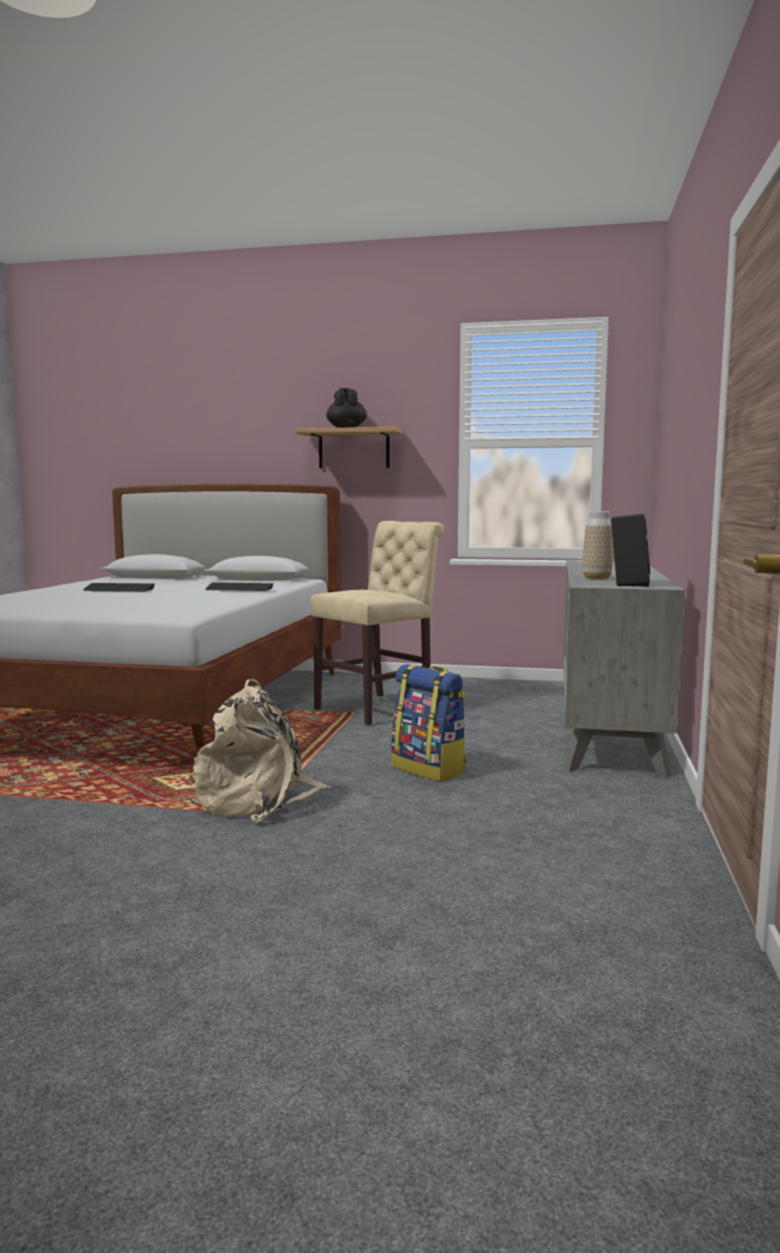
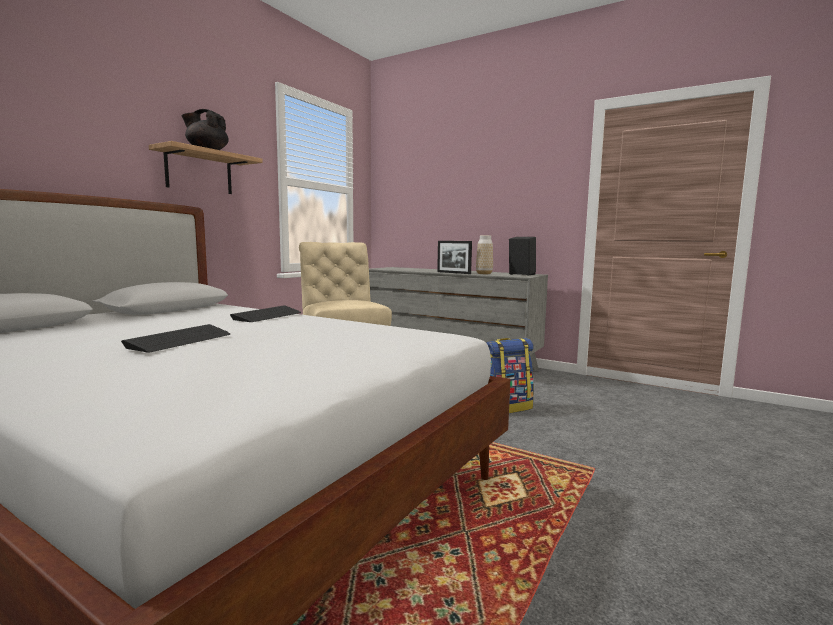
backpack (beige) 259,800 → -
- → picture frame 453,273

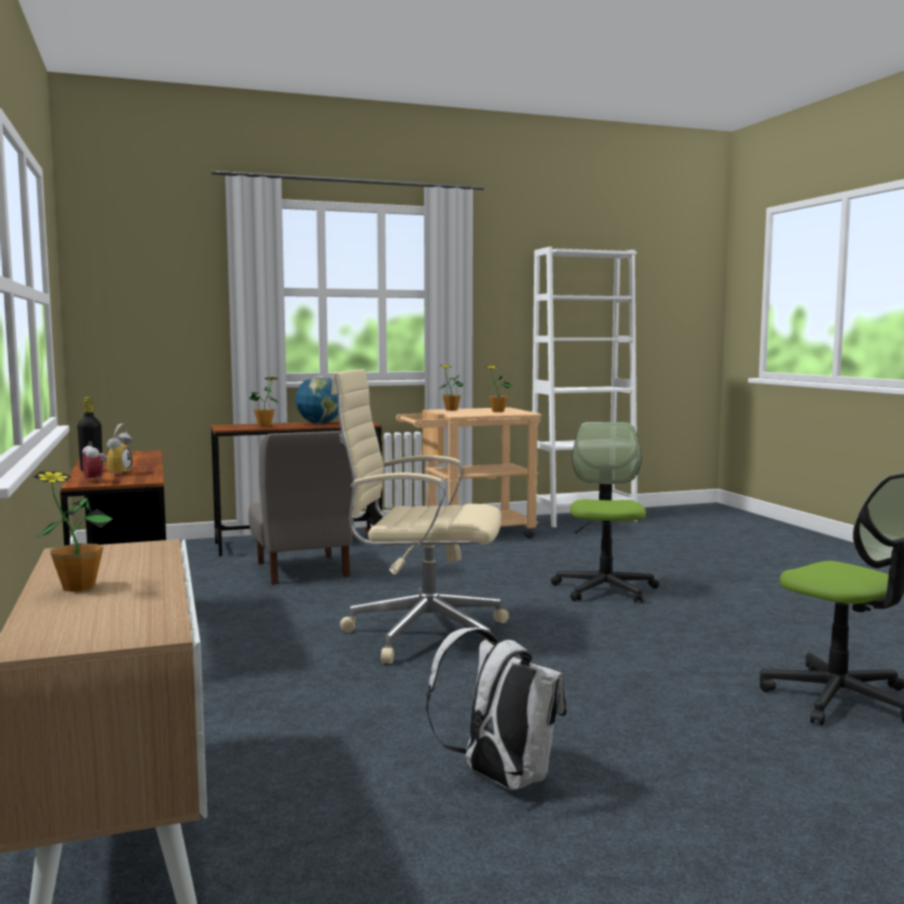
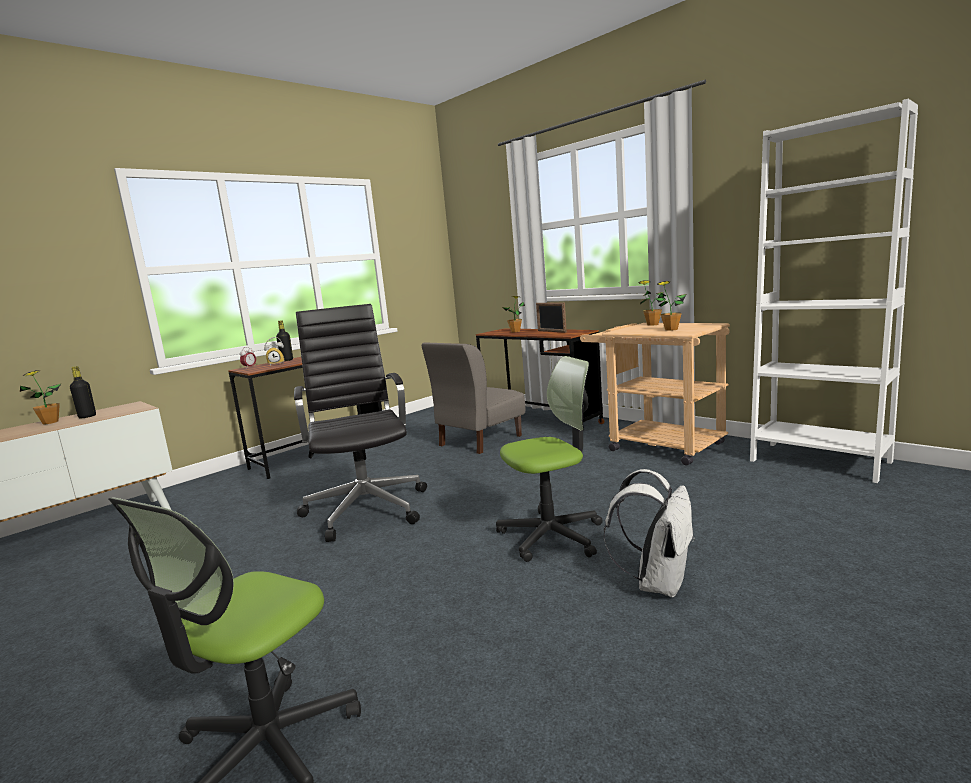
office chair (beige) 422,634 → office chair (black) 366,508
globe 319,423 → picture frame 551,331
backpack (white) 499,778 → backpack (white) 657,583, shifted
- → bottle (black) 87,416

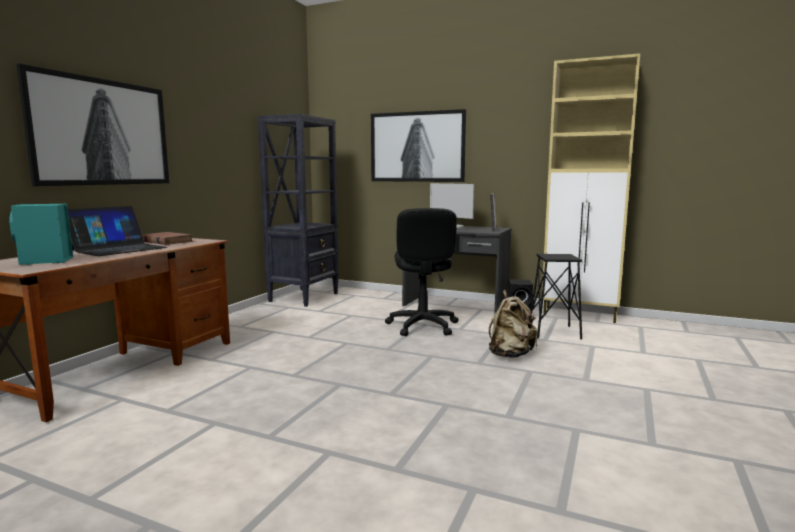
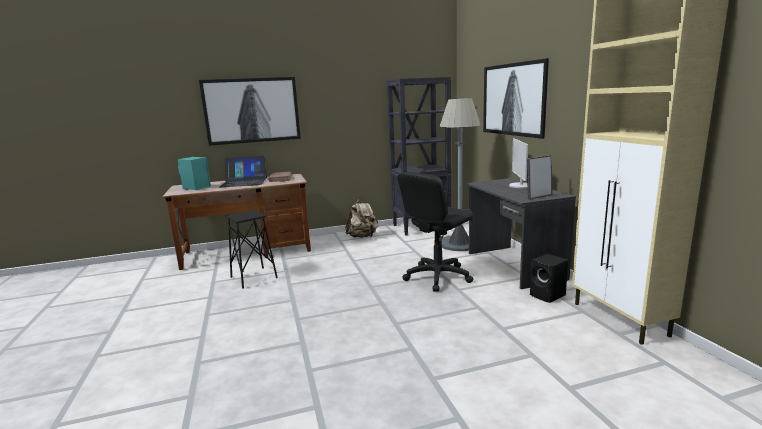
stool (black) 554,332 → stool (black) 253,277, shifted
backpack (beige) 510,355 → backpack (beige) 362,237, shifted
- → floor lamp (grey) 459,243

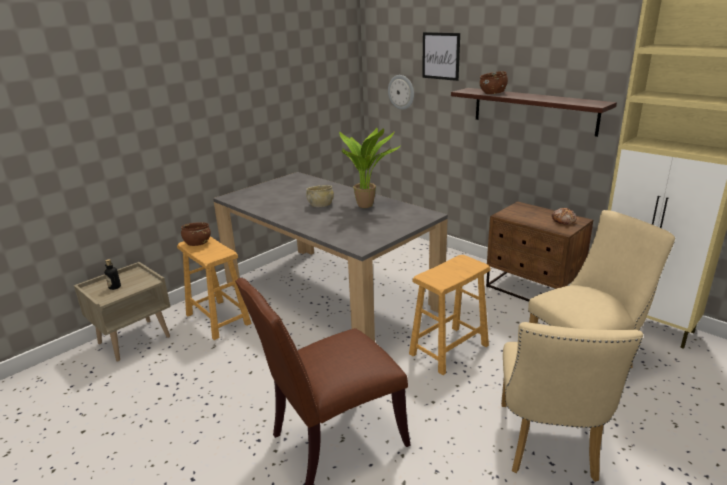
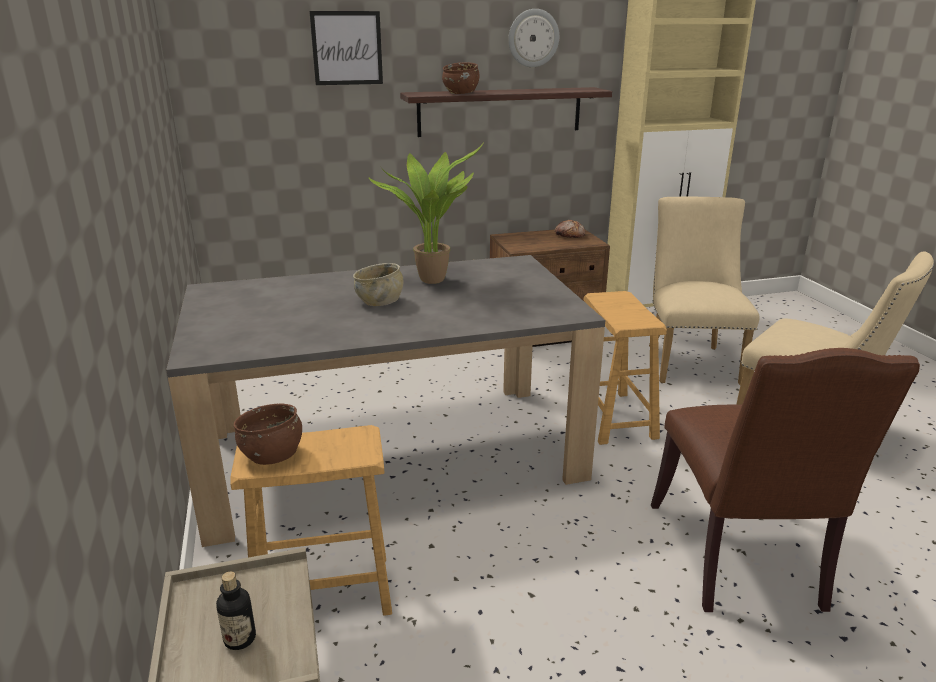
wall clock 401,92 → wall clock 533,38, shifted

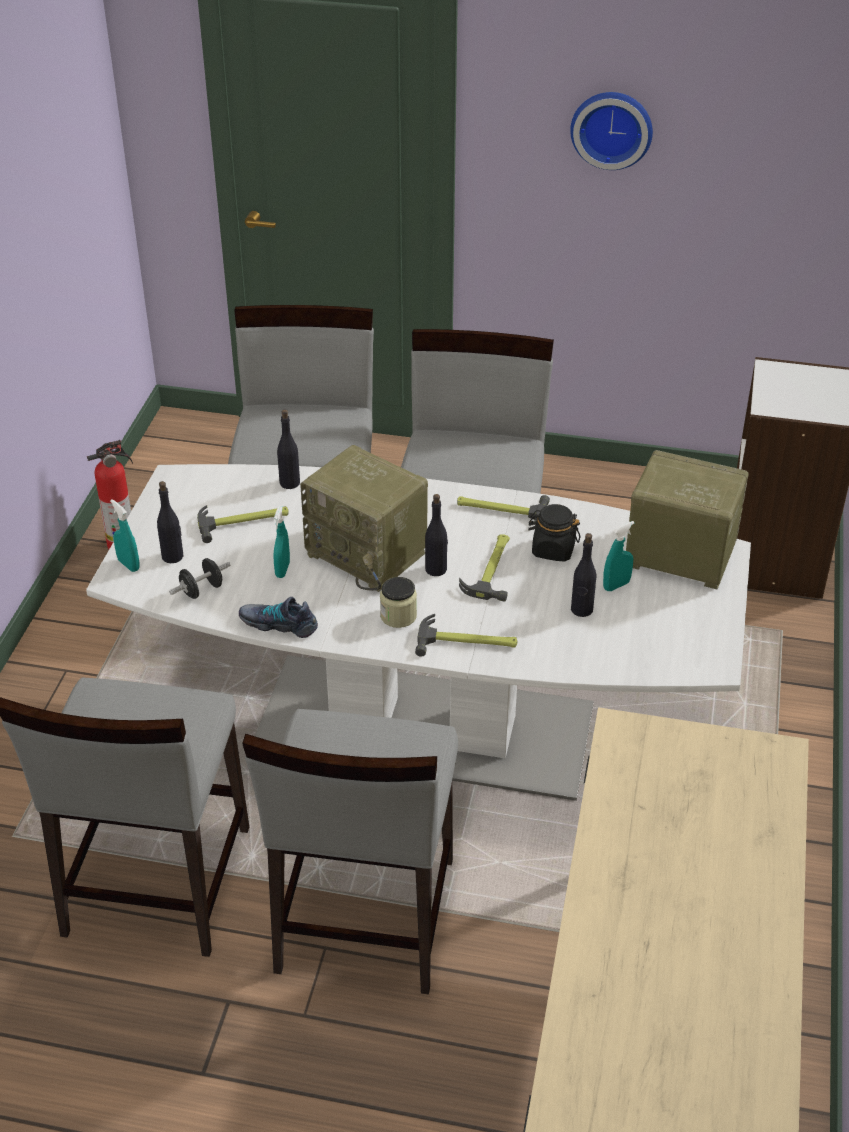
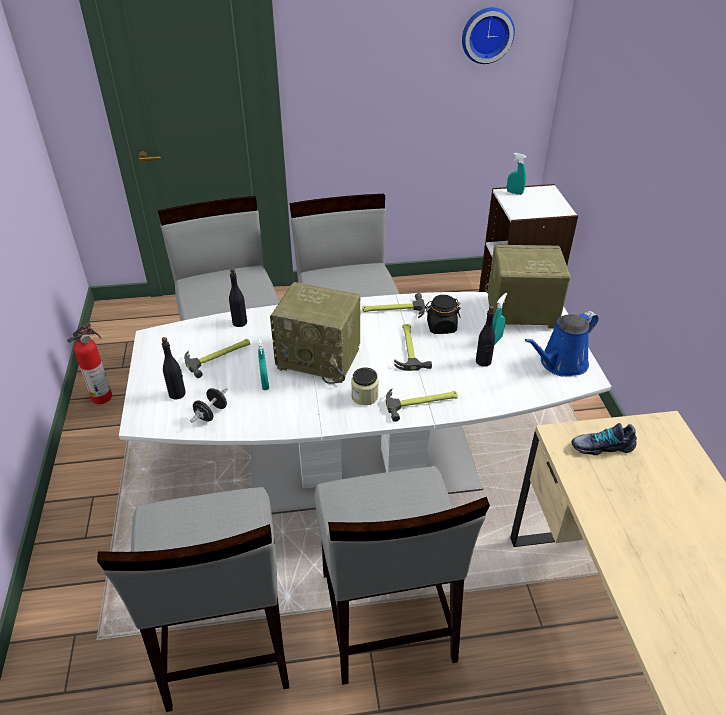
wall clock 612,128 → wall clock 486,34, shifted
bottle (black) 436,569 → -
spray bottle (turquoise) 128,565 → spray bottle (turquoise) 514,193, shifted
shoe 279,624 → shoe 602,446, shifted
- → watering can (blue) 560,364

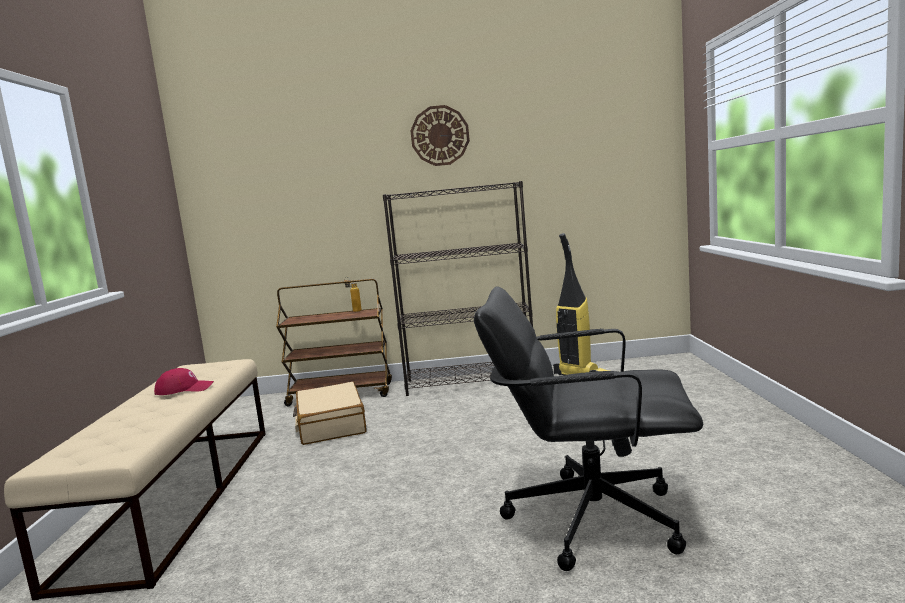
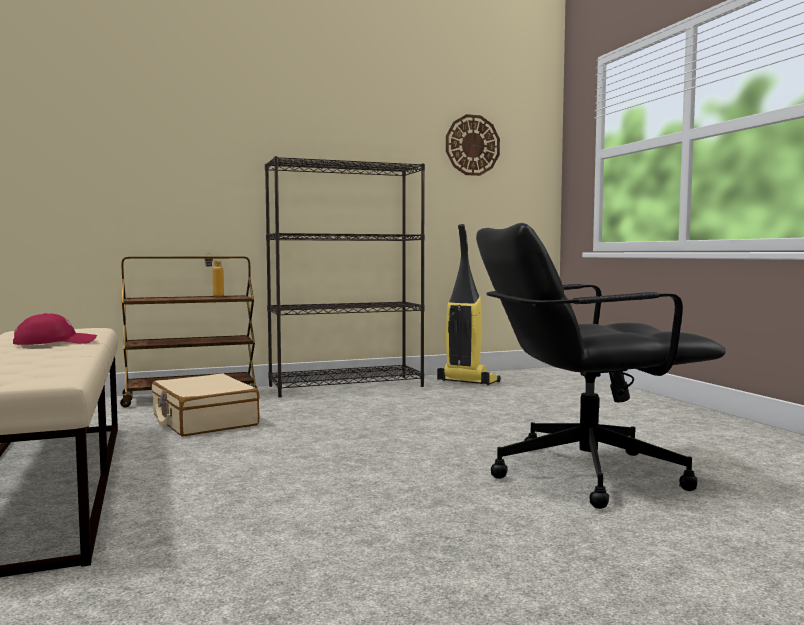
wall clock 440,135 → wall clock 472,145, shifted

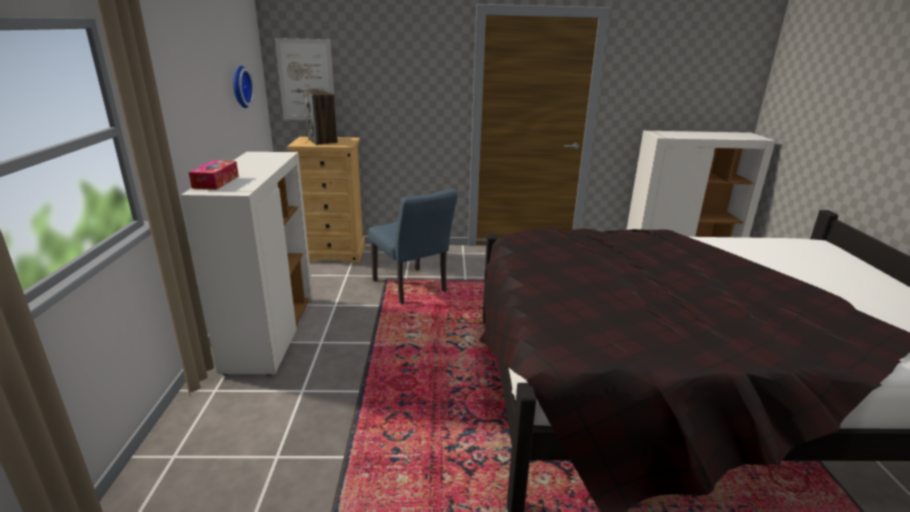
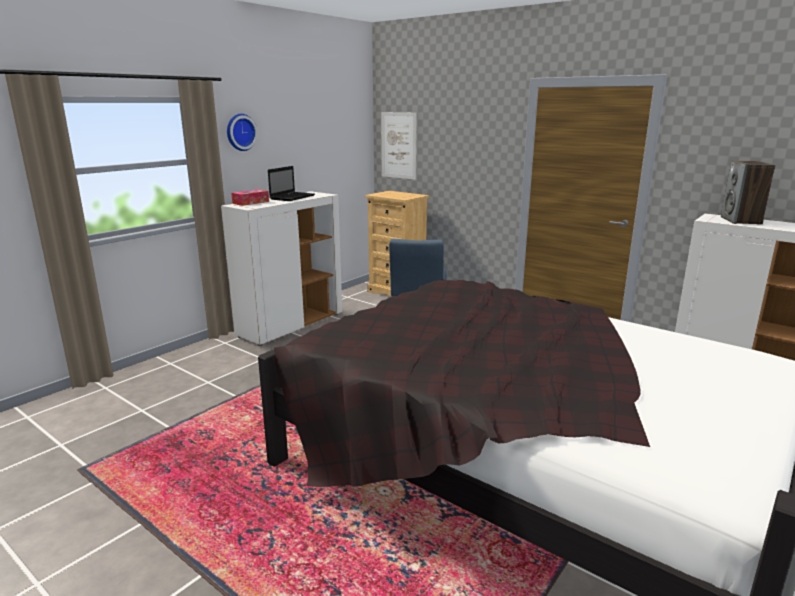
wall clock 239,87 → wall clock 240,132, shifted
speaker 323,141 → speaker 741,220, shifted
- → laptop 292,197

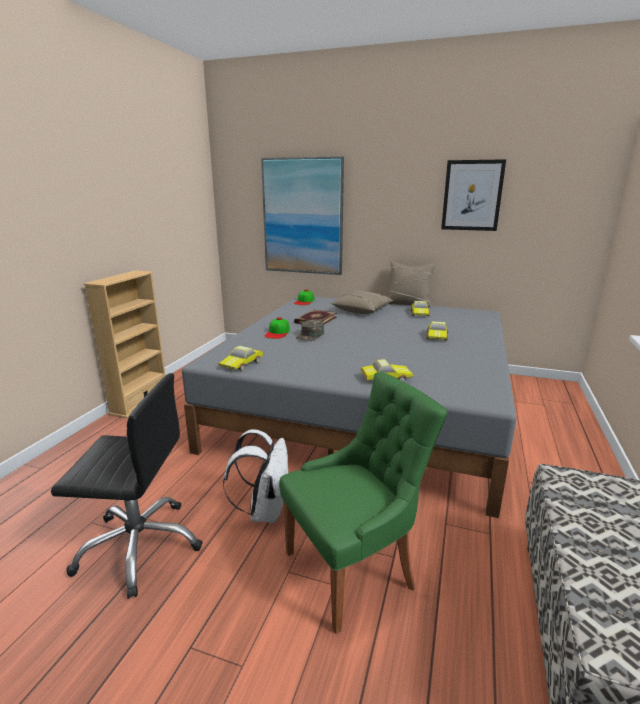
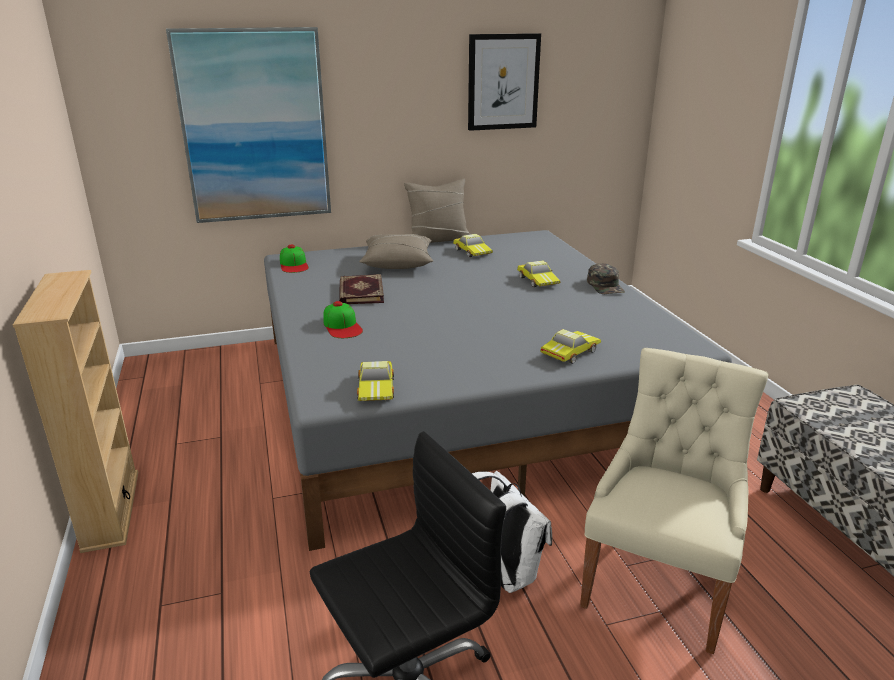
cap (green) 310,335 → cap (green) 605,286, shifted
chair (green) 353,569 → chair (beige) 658,586

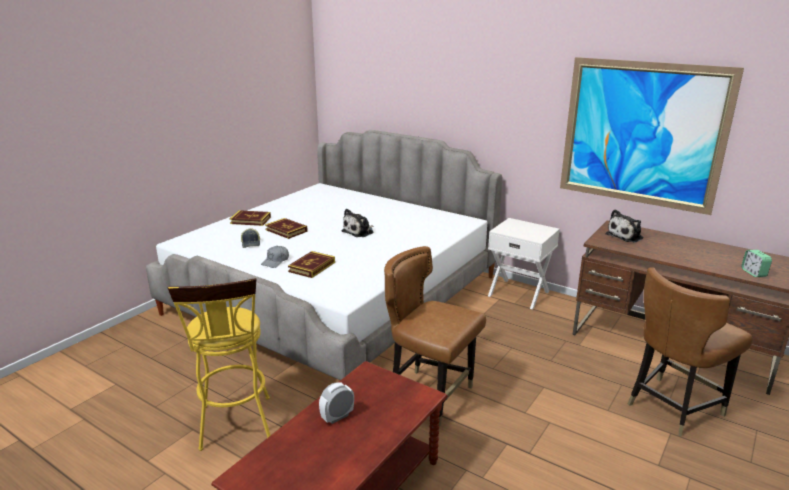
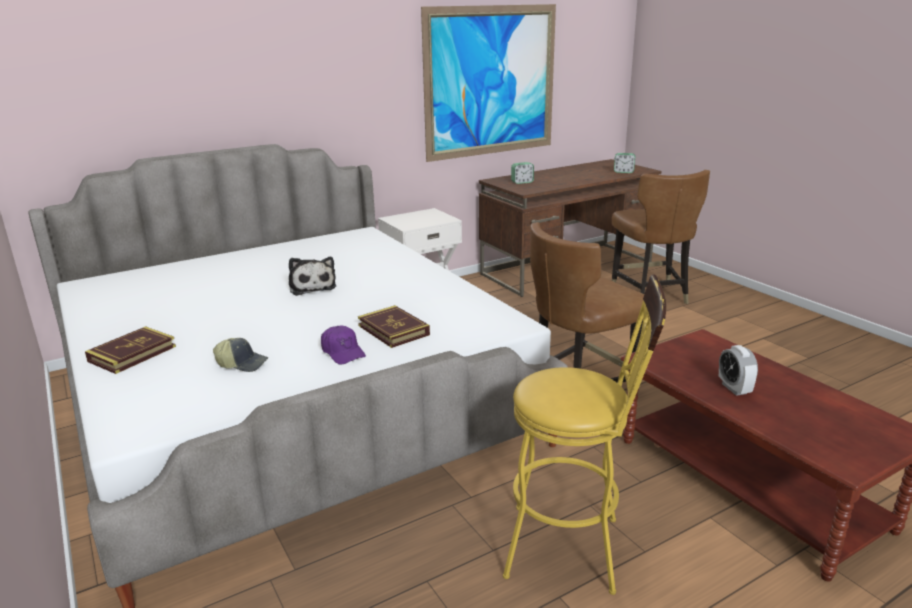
plush toy 626,236 → alarm clock 522,182
book 286,230 → -
cap (grey) 275,261 → cap (purple) 343,352

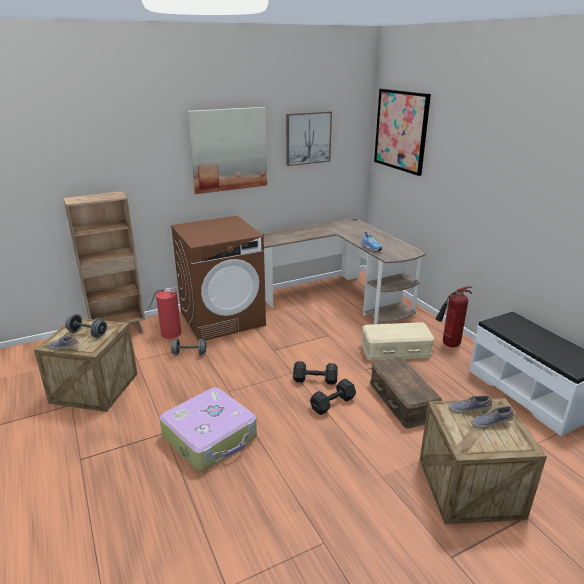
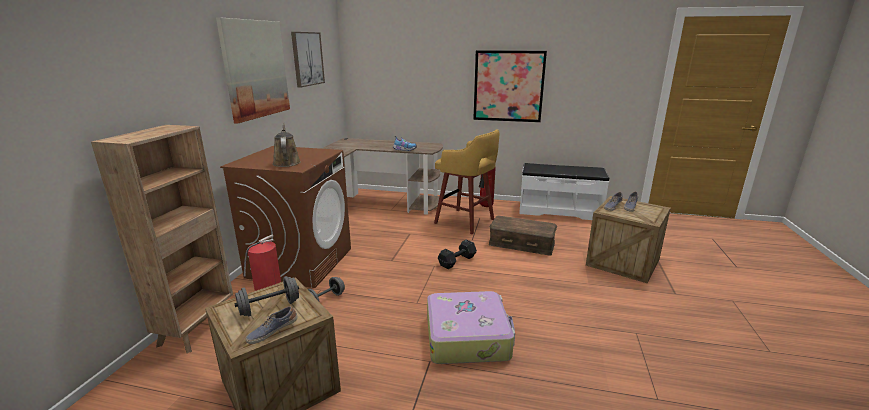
picture 401,130 → picture 508,86, shifted
storage box (beige) 395,350 → stool (yellow) 466,222
dumbbell (black) 334,403 → -
- → watering can (brown) 286,162

